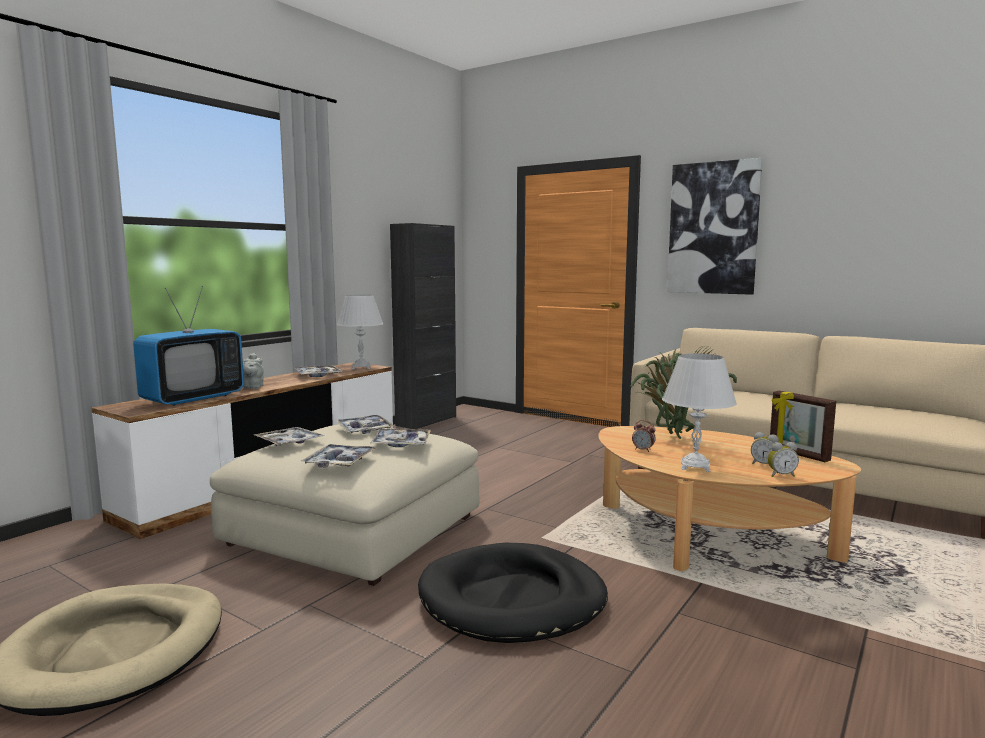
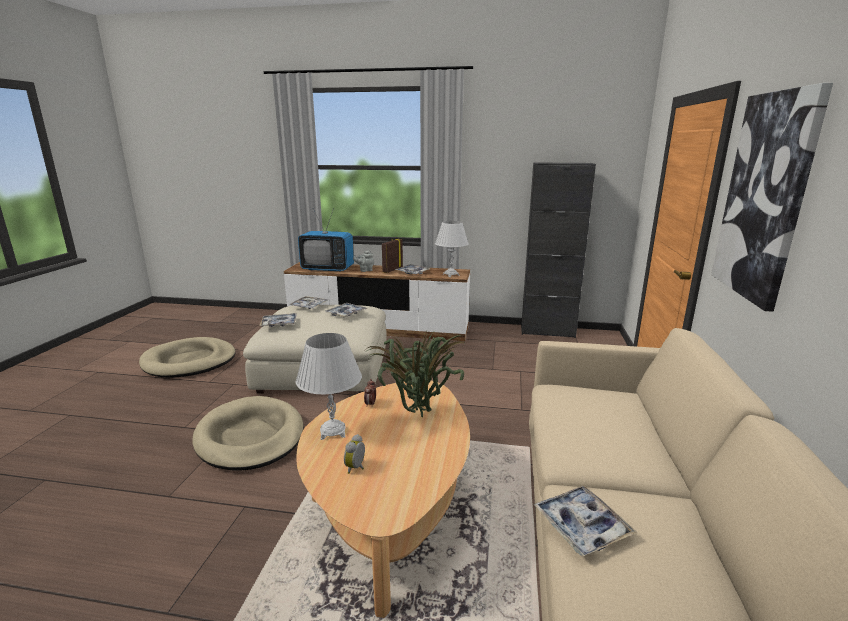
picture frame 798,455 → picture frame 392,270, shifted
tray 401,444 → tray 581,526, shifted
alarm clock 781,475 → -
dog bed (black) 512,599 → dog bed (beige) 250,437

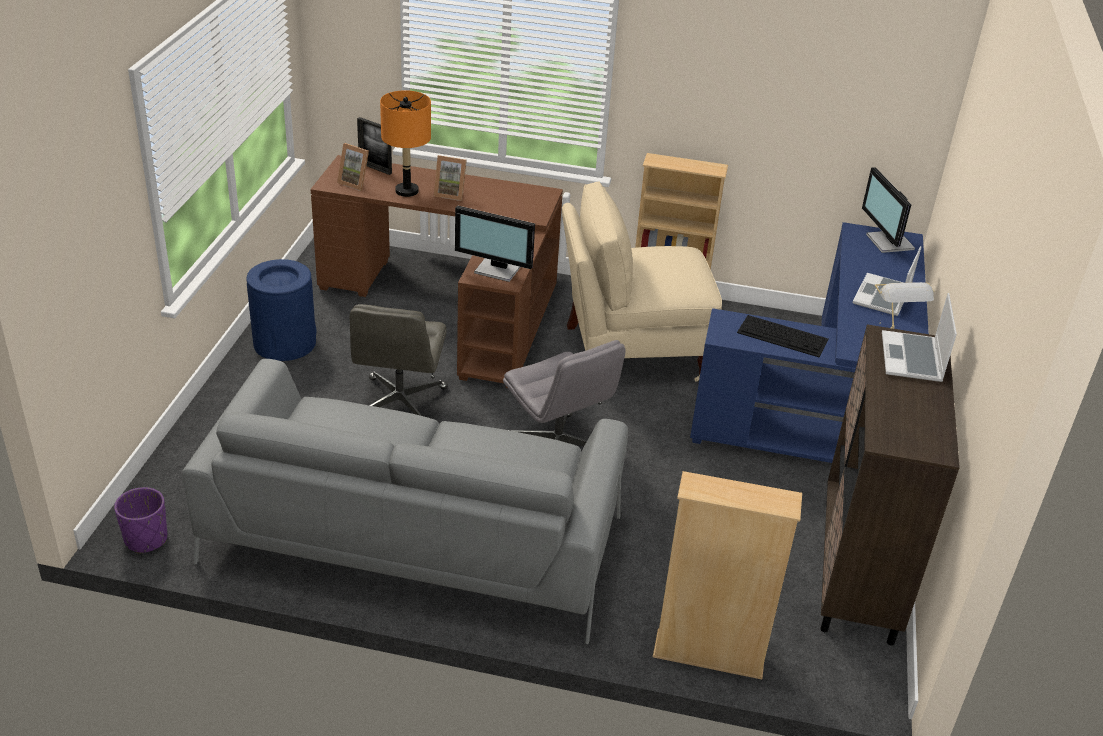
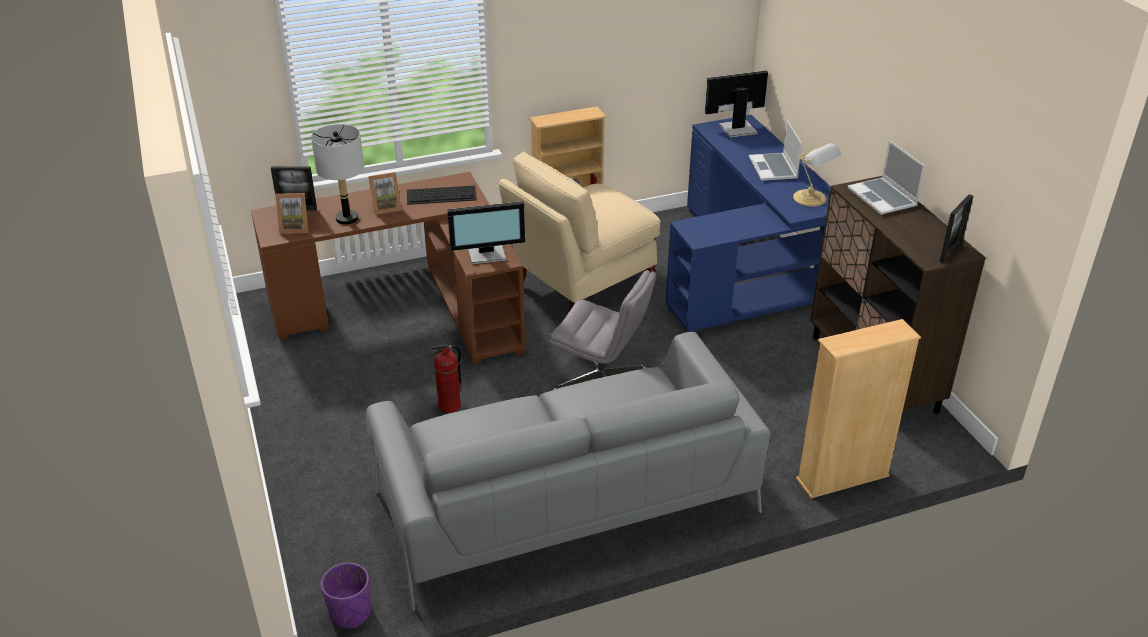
table lamp (orange) 407,191 → table lamp (grey) 347,218
monitor 888,242 → monitor 736,128, 120 degrees clockwise
trash can (blue) 285,342 → -
office chair (grey) 399,407 → fire extinguisher 449,406
keyboard 783,336 → keyboard 442,195, shifted
- → picture frame 950,253

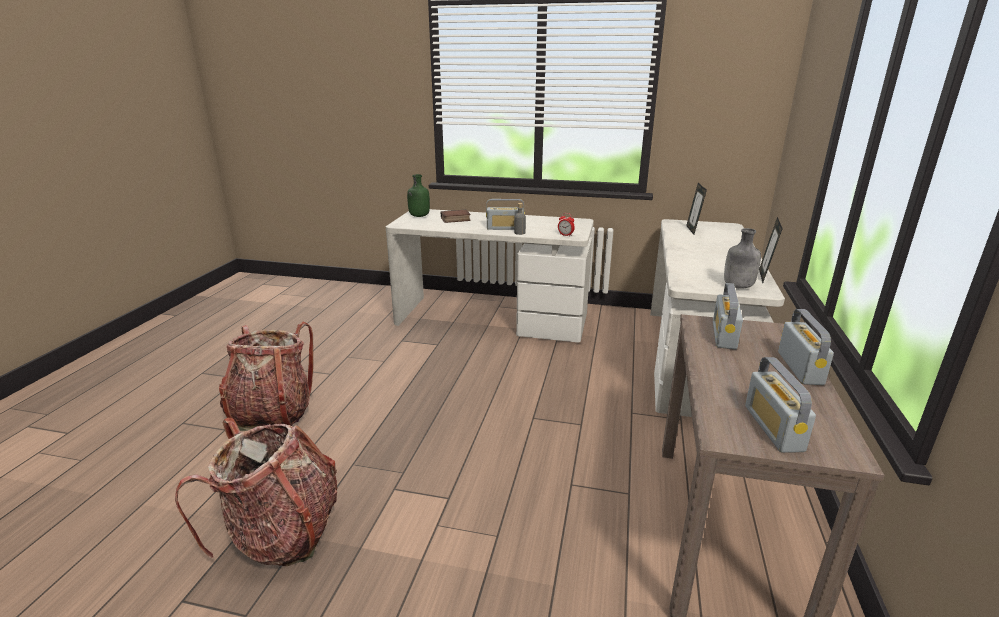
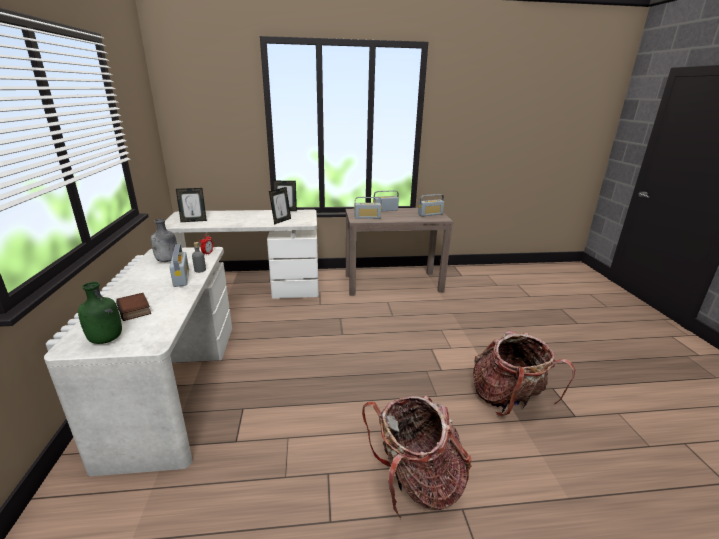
bottle (grey) 737,286 → bottle (grey) 167,260, shifted
- → picture frame 281,221

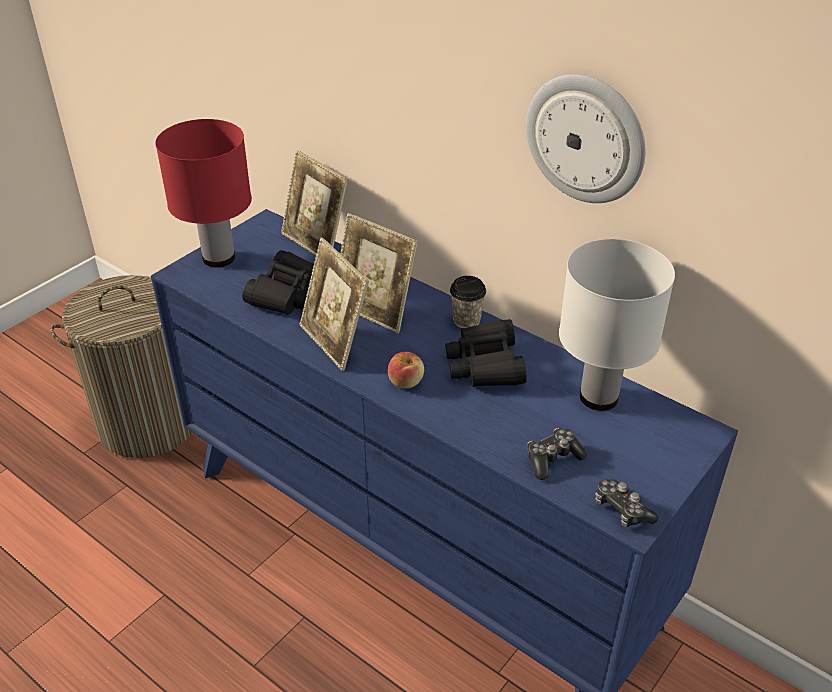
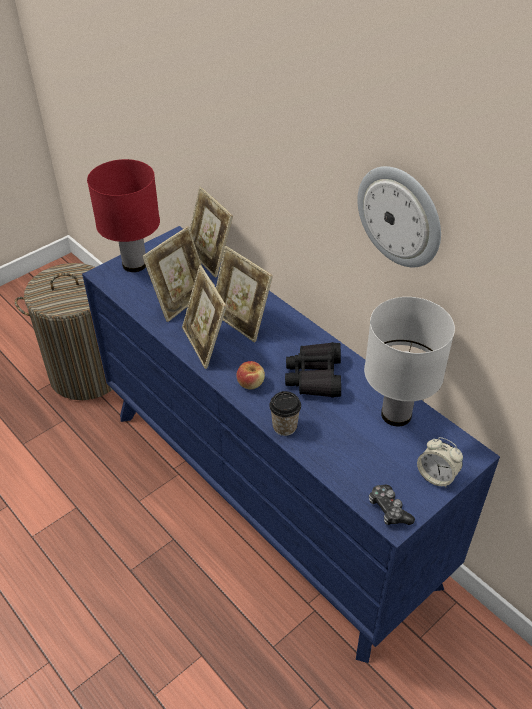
binoculars (black) 289,295 → picture frame 180,301
cup 466,320 → cup 284,427, shifted
game controller 553,459 → -
- → alarm clock 436,476

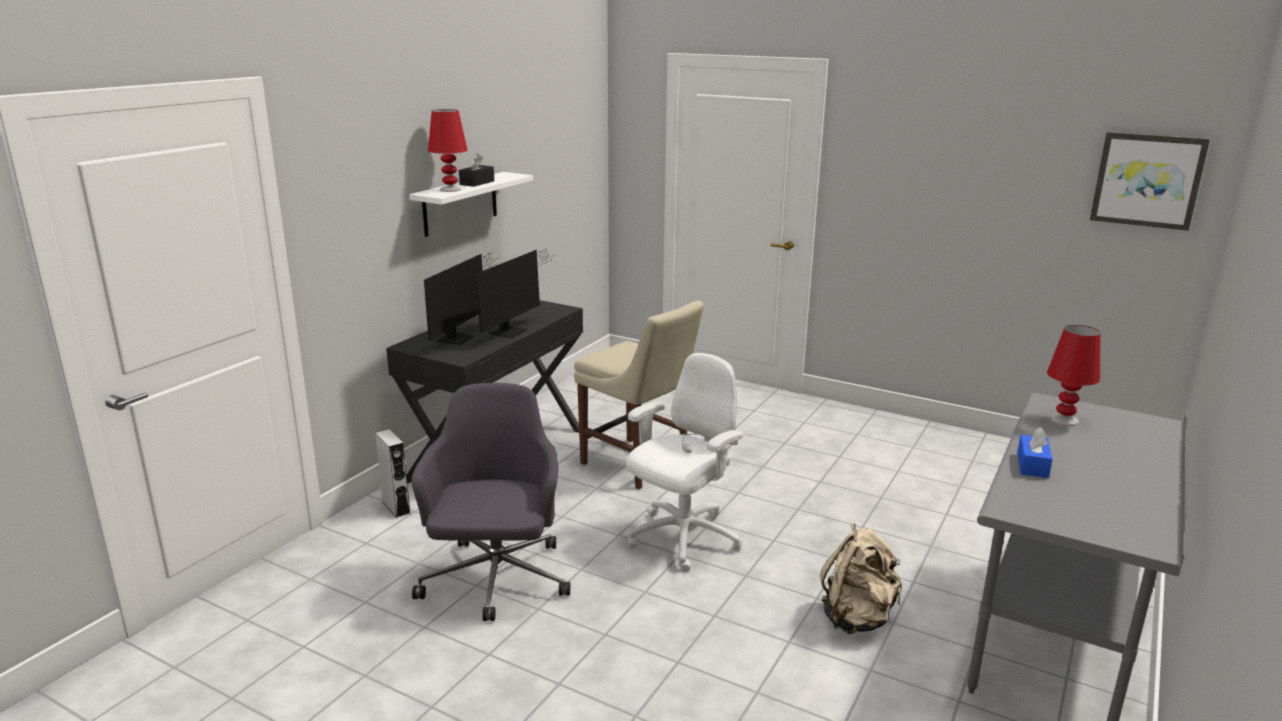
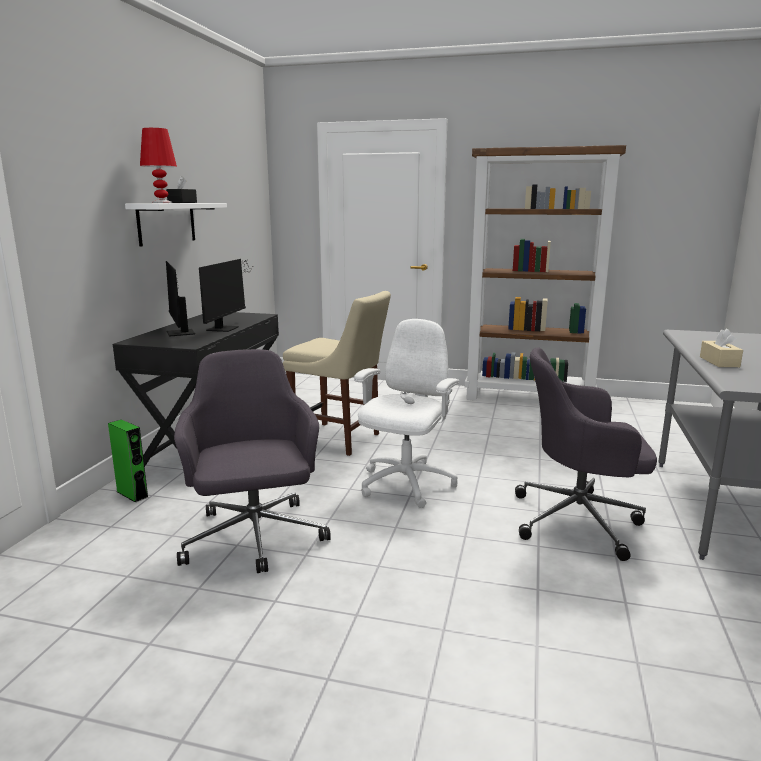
picture 1147,180 → -
monitor 459,337 → monitor 180,334, 150 degrees clockwise
table lamp (red) 1064,420 → -
tissue box (blue) 1032,465 → tissue box (beige) 719,362
speaker (grey) 396,507 → speaker (green) 132,494
backpack (beige) 857,618 → office chair (grey) 579,520
- → bookcase (brown) 529,398

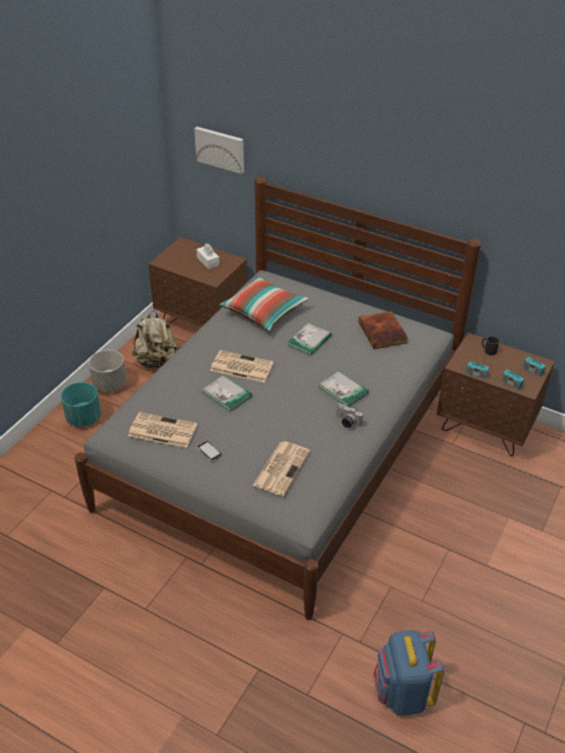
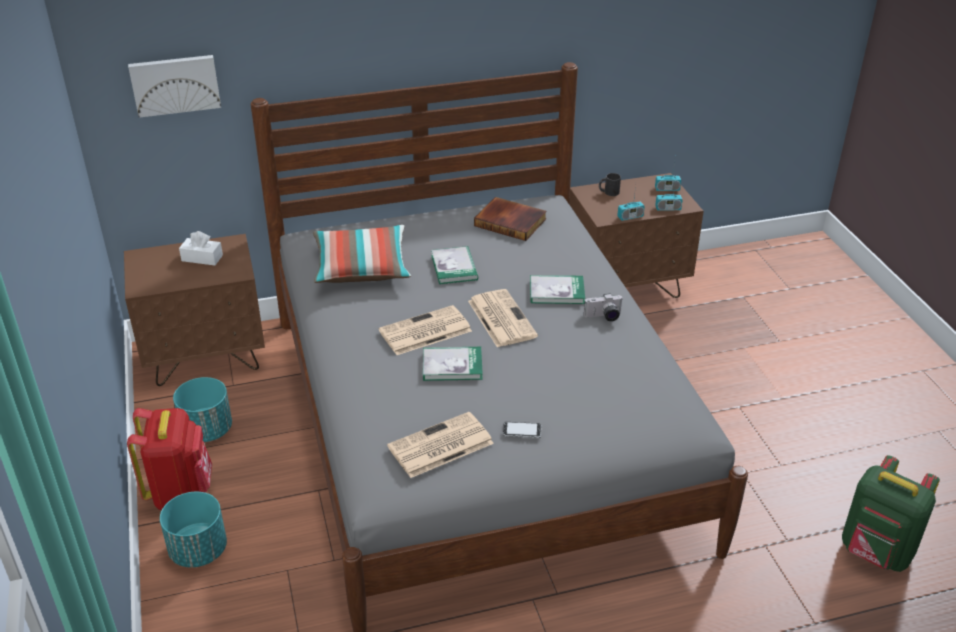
backpack (beige) 157,361 → planter (turquoise) 207,430
planter (grey) 110,384 → backpack (red) 180,491
newspaper 281,467 → newspaper 500,318, shifted
backpack (blue) 402,693 → backpack (green) 876,553

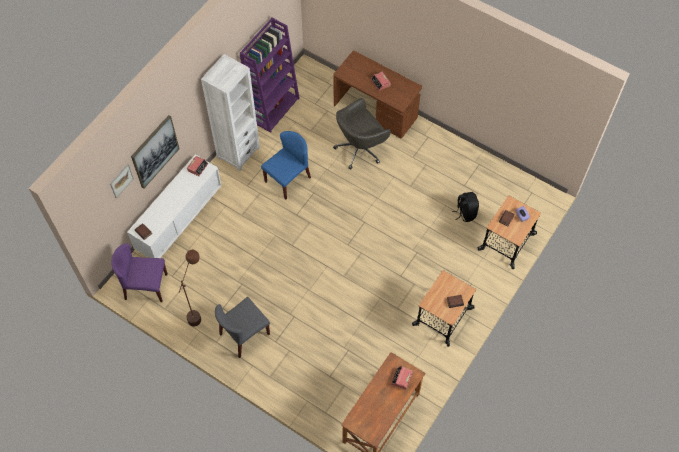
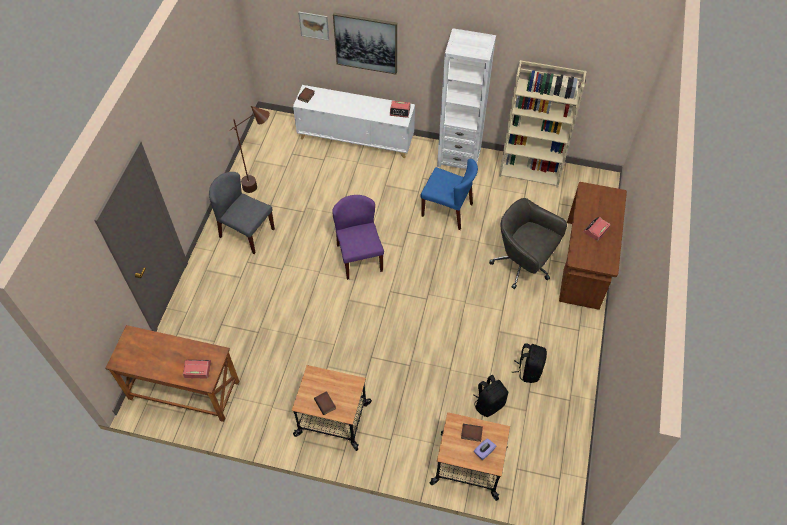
bookcase (purple) 274,108 → bookcase (beige) 531,170
chair (purple) 145,286 → chair (purple) 359,257, shifted
- → backpack (black) 528,370

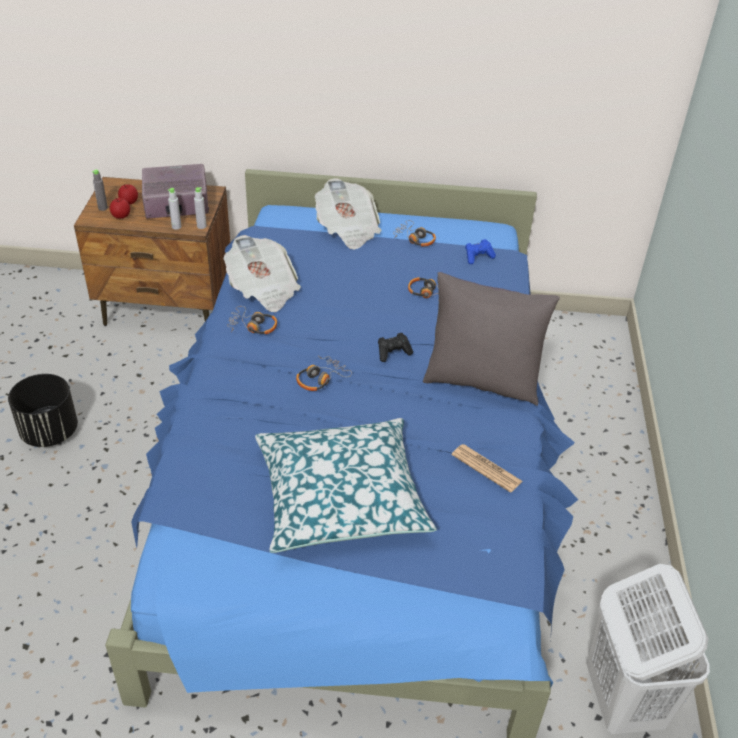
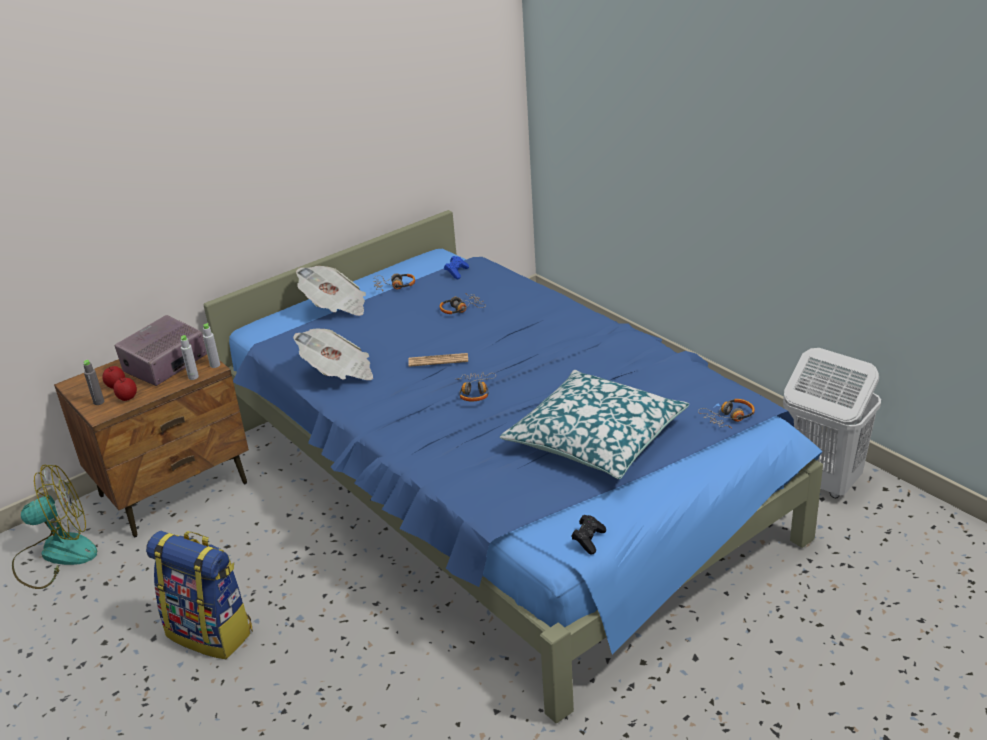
pillow (grey) 481,382 → -
headphones 252,326 → headphones 729,418, shifted
game controller (black) 393,352 → game controller (black) 588,540, shifted
planter (black) 50,432 → backpack 211,632
newspaper 486,468 → newspaper 438,360, shifted
- → fan 55,555

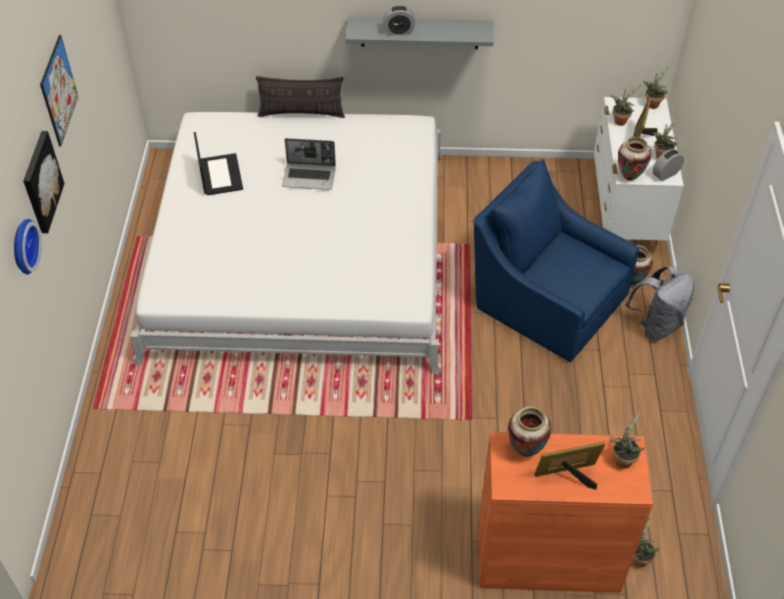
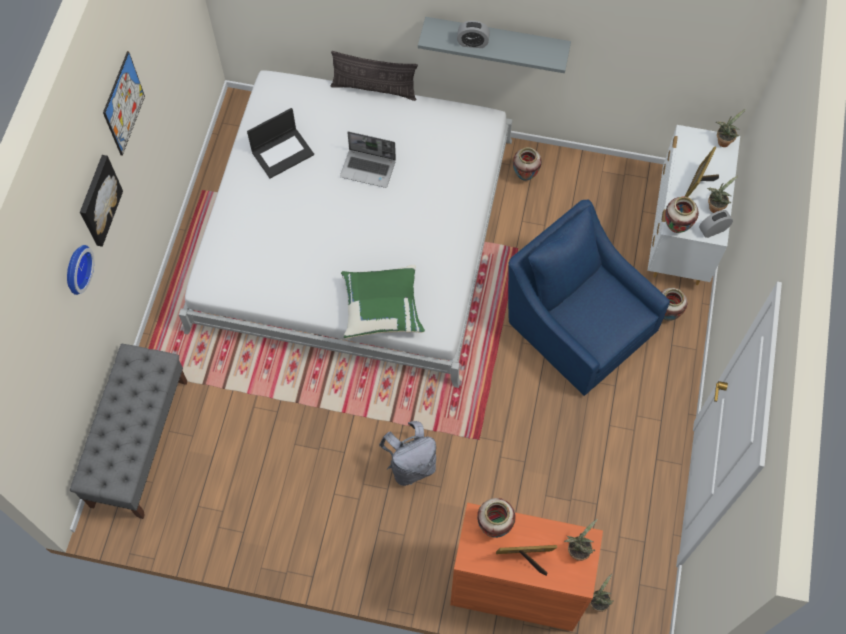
potted plant 620,120 → -
laptop 219,174 → laptop 283,152, 60 degrees clockwise
backpack (grey) 656,325 → backpack (grey) 411,465, shifted
- → vase 524,176
- → pillow (green) 382,308
- → bench (grey) 139,442

